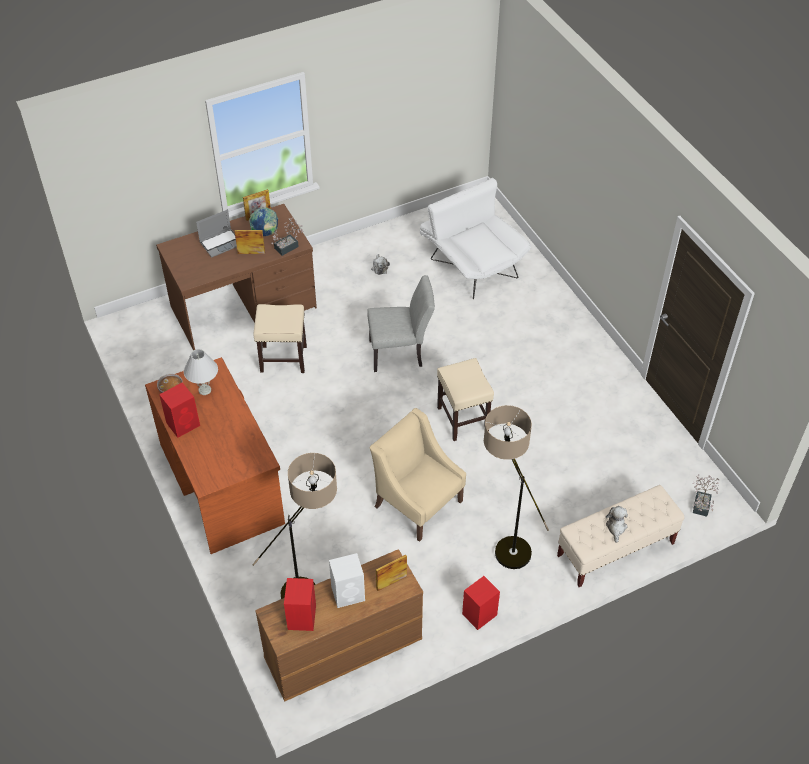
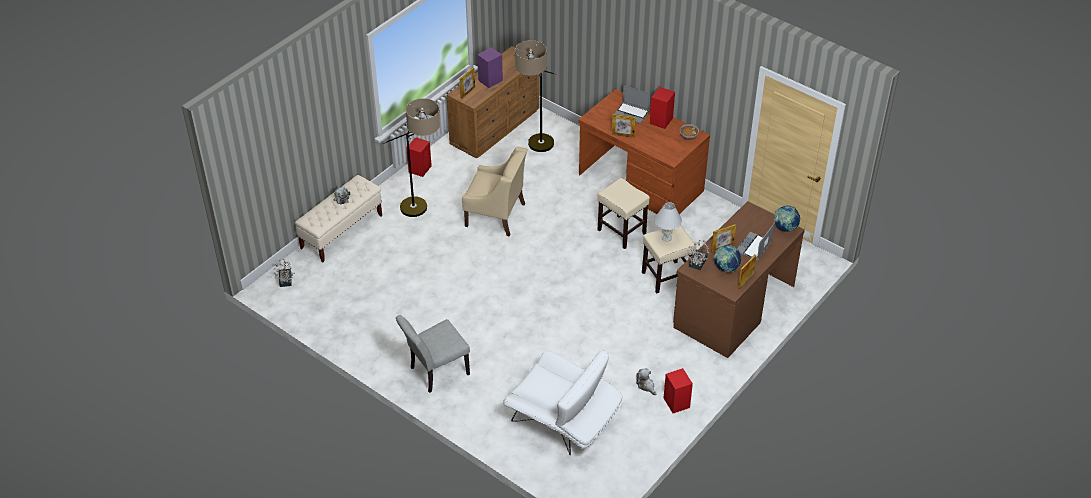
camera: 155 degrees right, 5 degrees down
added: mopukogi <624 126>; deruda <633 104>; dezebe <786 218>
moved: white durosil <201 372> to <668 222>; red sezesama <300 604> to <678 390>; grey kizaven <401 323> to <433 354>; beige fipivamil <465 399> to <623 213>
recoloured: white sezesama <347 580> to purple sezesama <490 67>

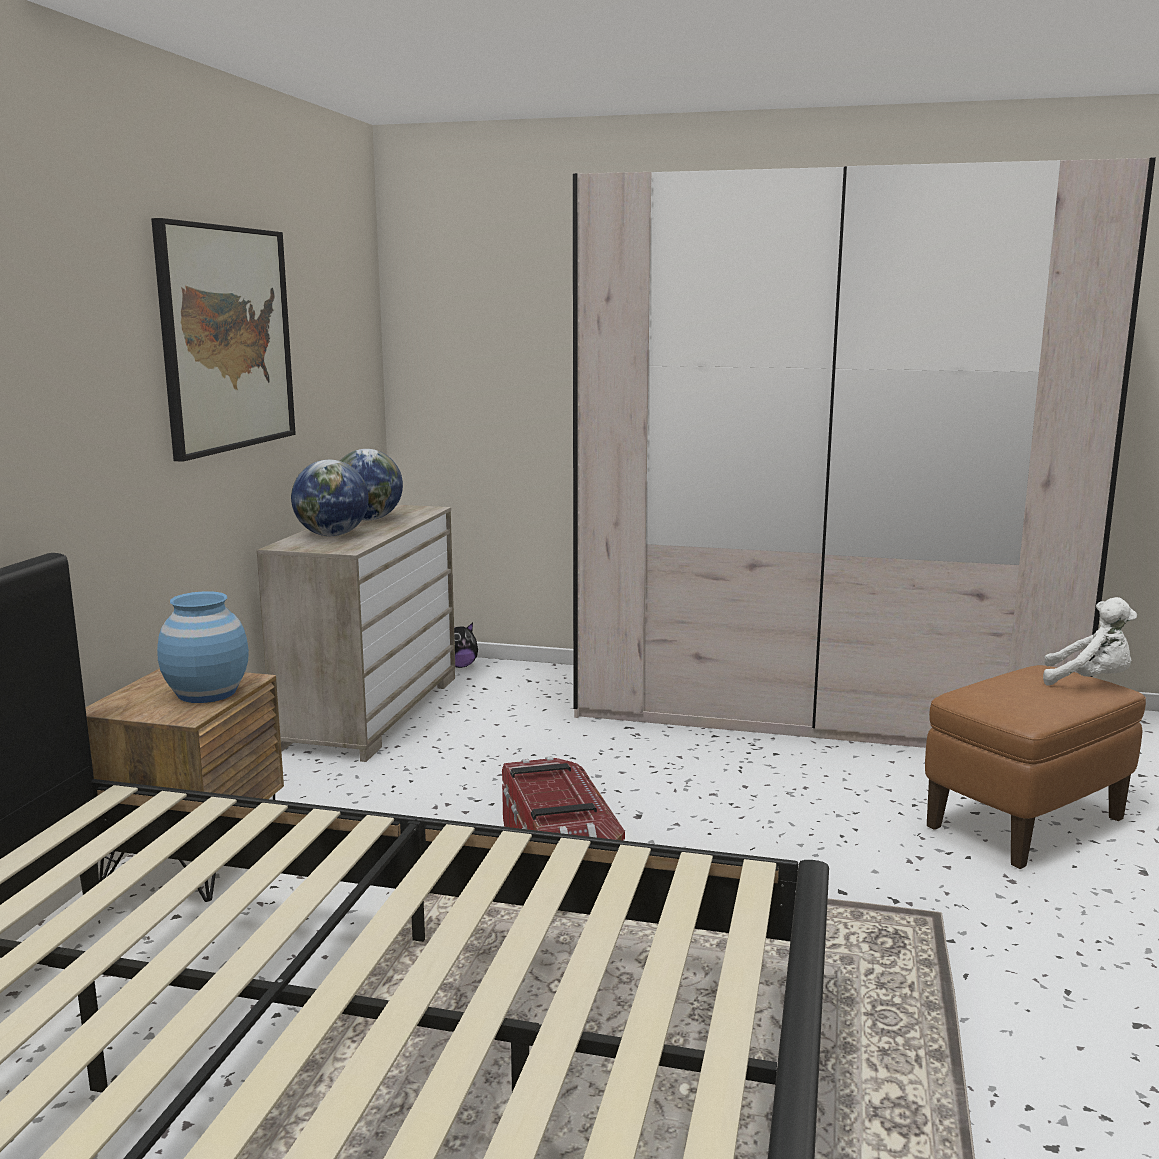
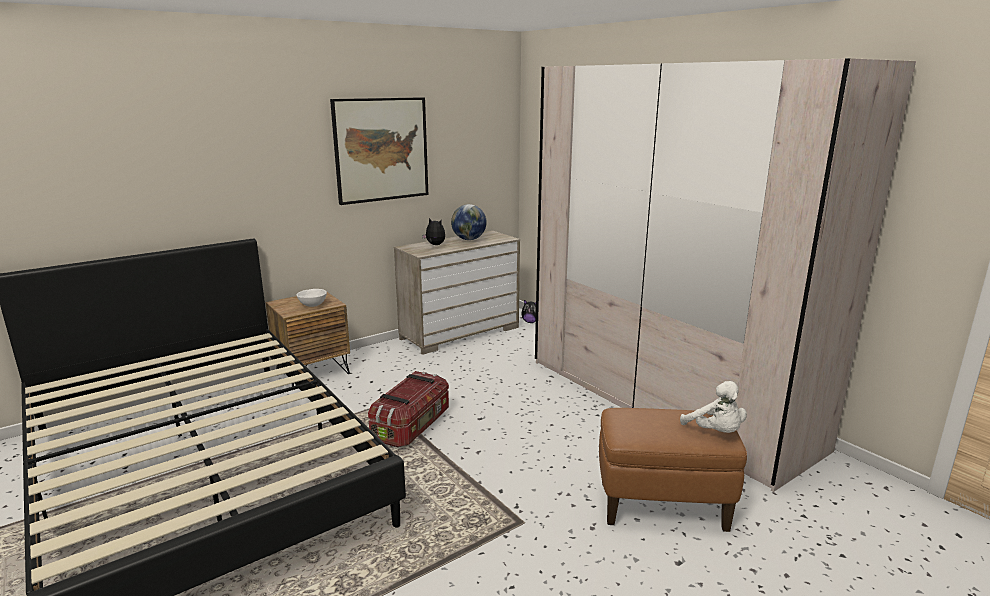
camera: 40 degrees right, 5 degrees up
replaced: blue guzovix <203 647> to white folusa <312 298>; dezebe <330 498> to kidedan <433 231>

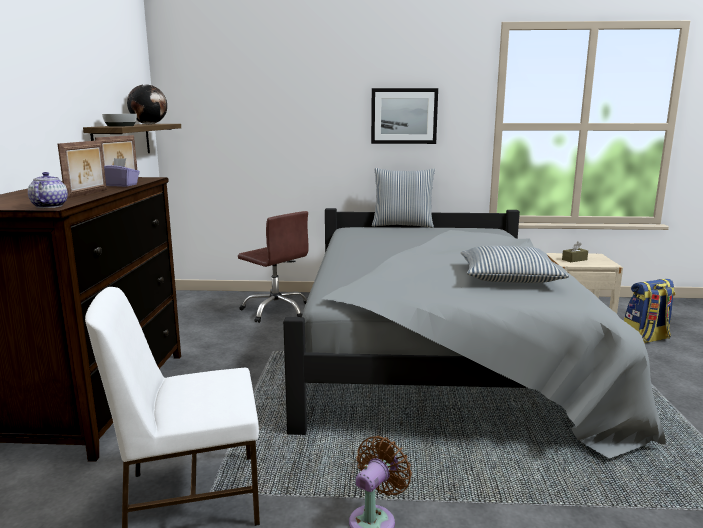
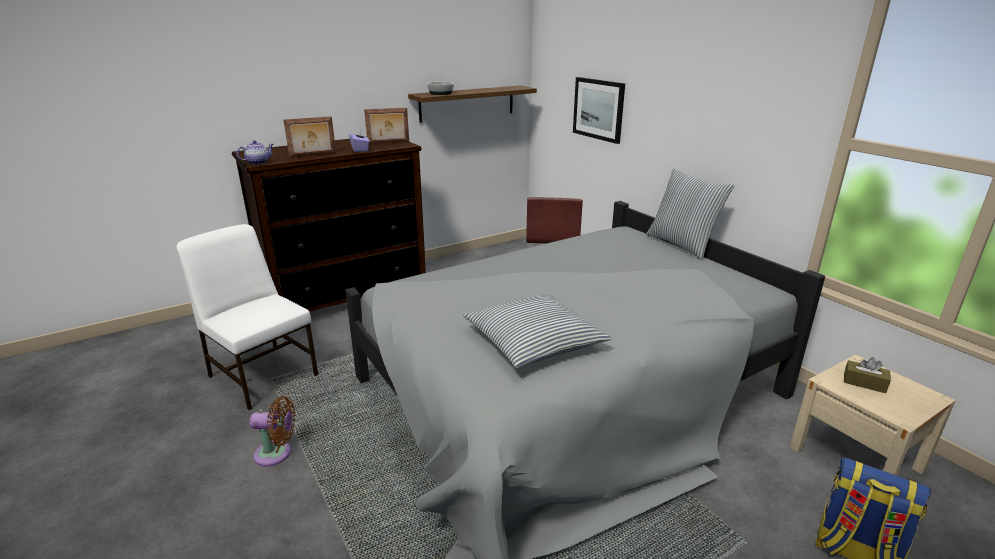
camera: 55 degrees right, 10 degrees up
removed: dezebe <147 104>
moved: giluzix <404 116> to <599 110>

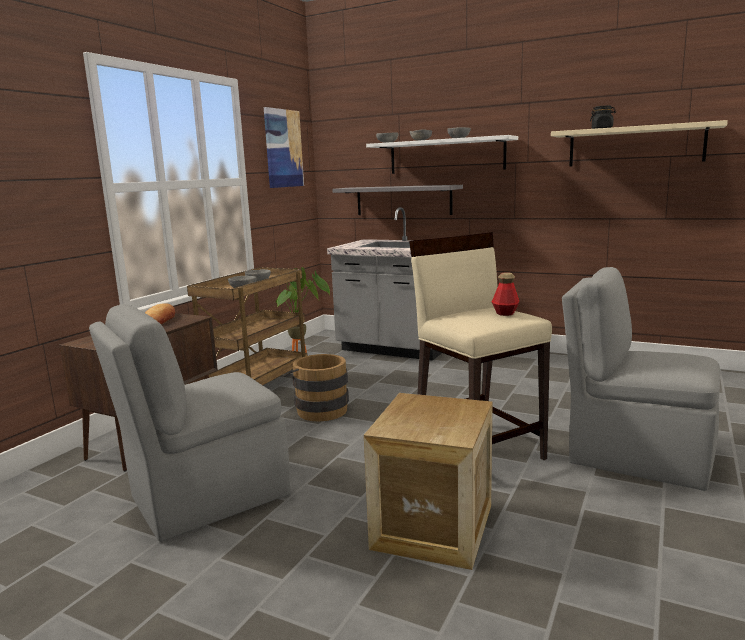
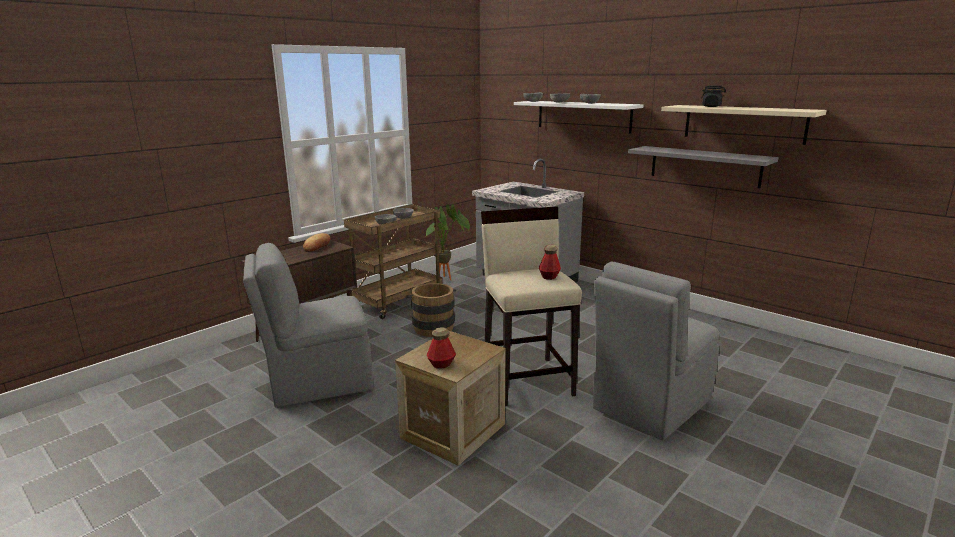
camera: 15 degrees right, 5 degrees up
removed: giluzix <284 147>
added: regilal <441 348>
moved: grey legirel <397 200> to <703 167>
turned: grey kizaven <641 379> = <656 351> 90 degrees counterclockwise

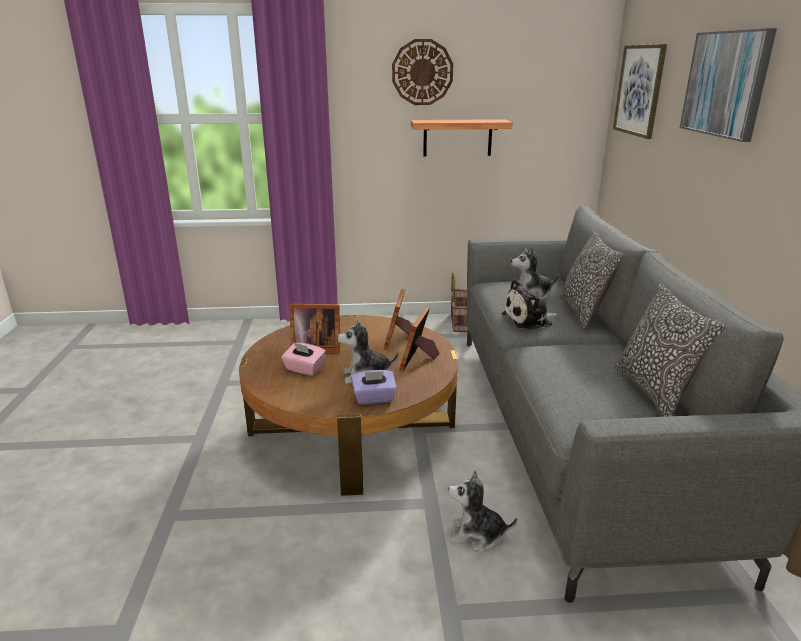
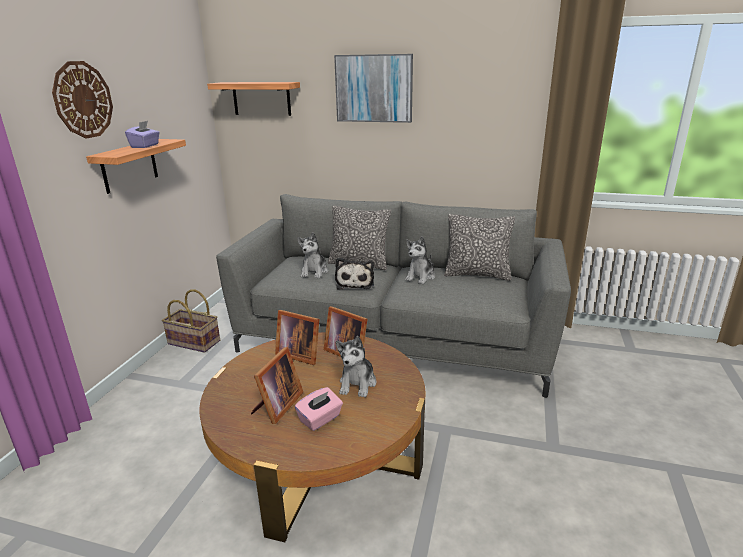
camera: 70 degrees left, 0 degrees up
moved: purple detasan <374 387> to <142 134>; kidedan <482 511> to <420 260>
replaced: giluzix <640 91> to legirel <253 99>

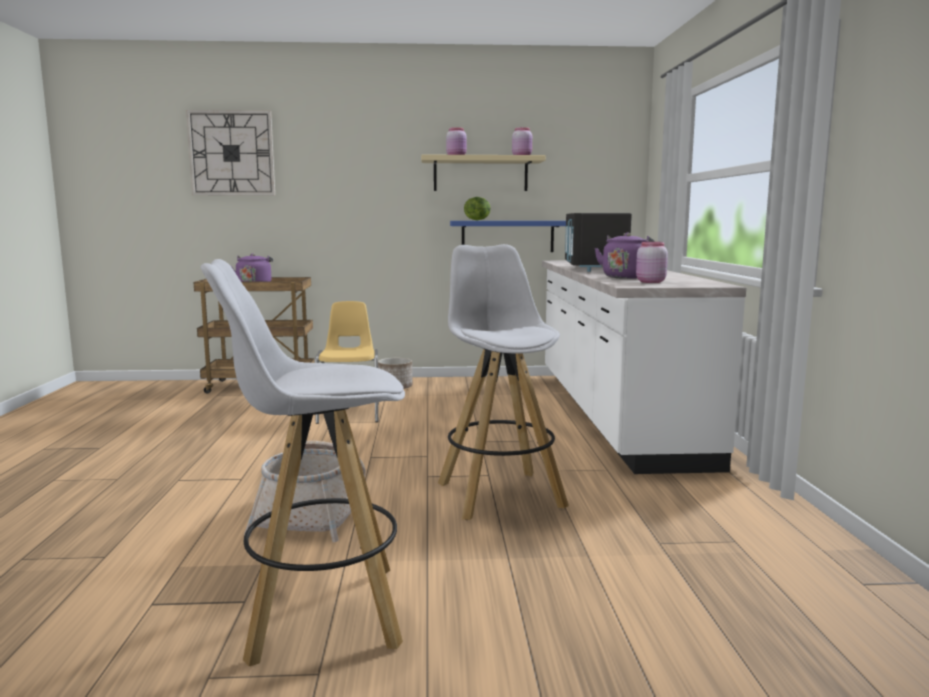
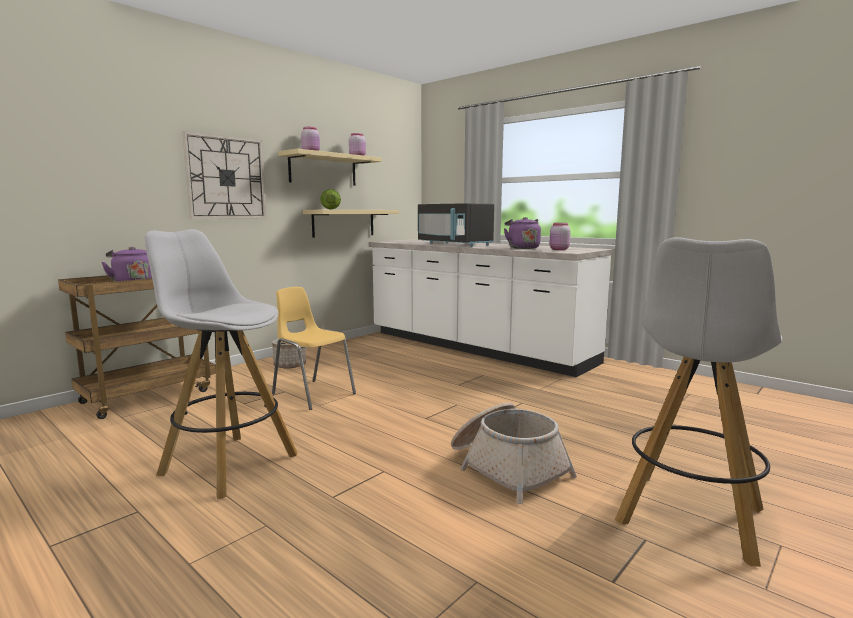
camera: 45 degrees left, 0 degrees up
moved: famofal <230 152> to <224 175>; white fipivamil <503 382> to <221 364>
recoloured: blue legirel <508 236> to beige legirel <351 224>

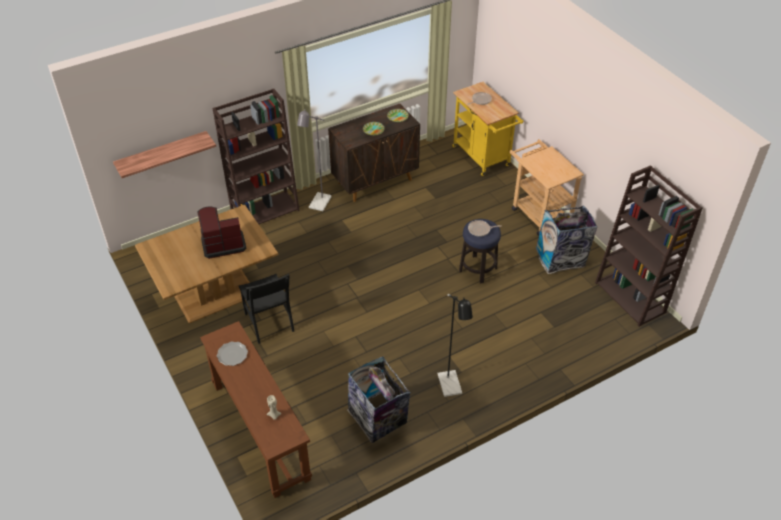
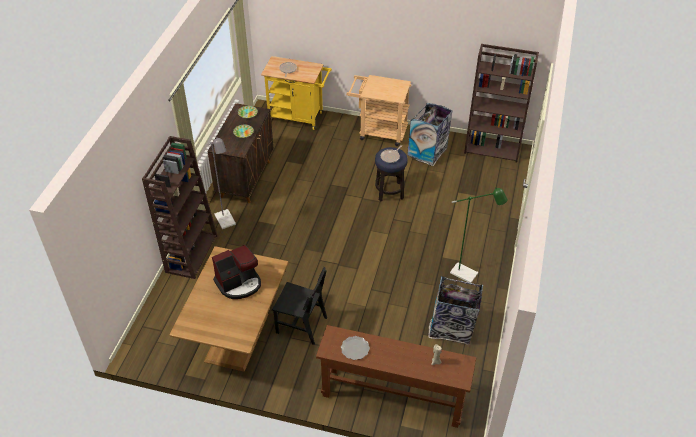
camera: 45 degrees left, 0 degrees up
removed: legirel <164 154>
recoloured: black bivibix <455 345> to green bivibix <479 235>
turned: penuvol <221 232> = <236 272> 150 degrees counterclockwise

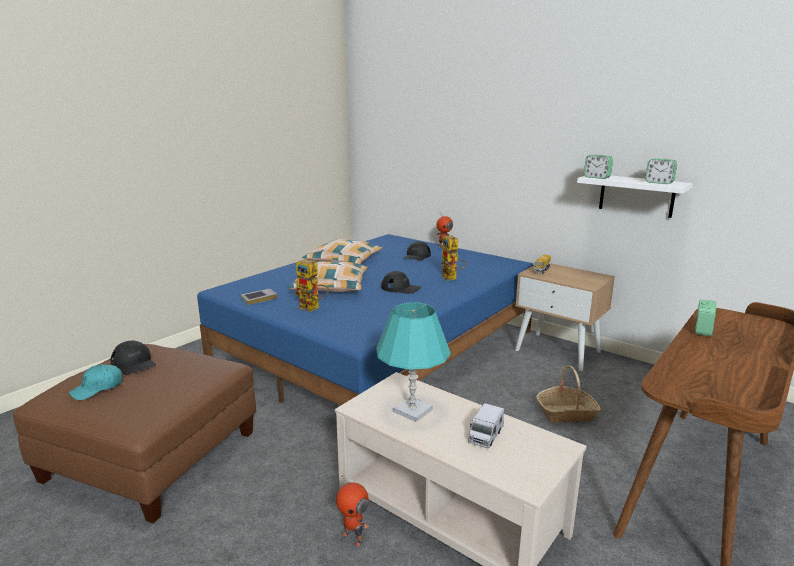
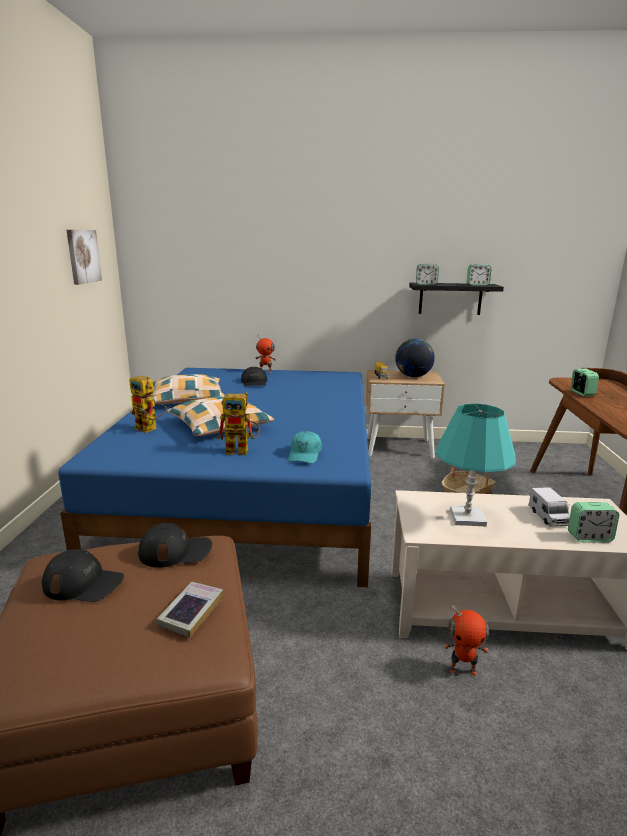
camera: 35 degrees left, 0 degrees up
added: giluzix <84 257>; dezebe <415 358>; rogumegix <593 522>
moved: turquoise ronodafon <95 382> to <305 447>; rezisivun <259 297> to <189 610>; black ronodafon <401 282> to <175 545>; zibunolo <453 258> to <148 404>
recoloured: white legirel <635 197> to black legirel <456 299>

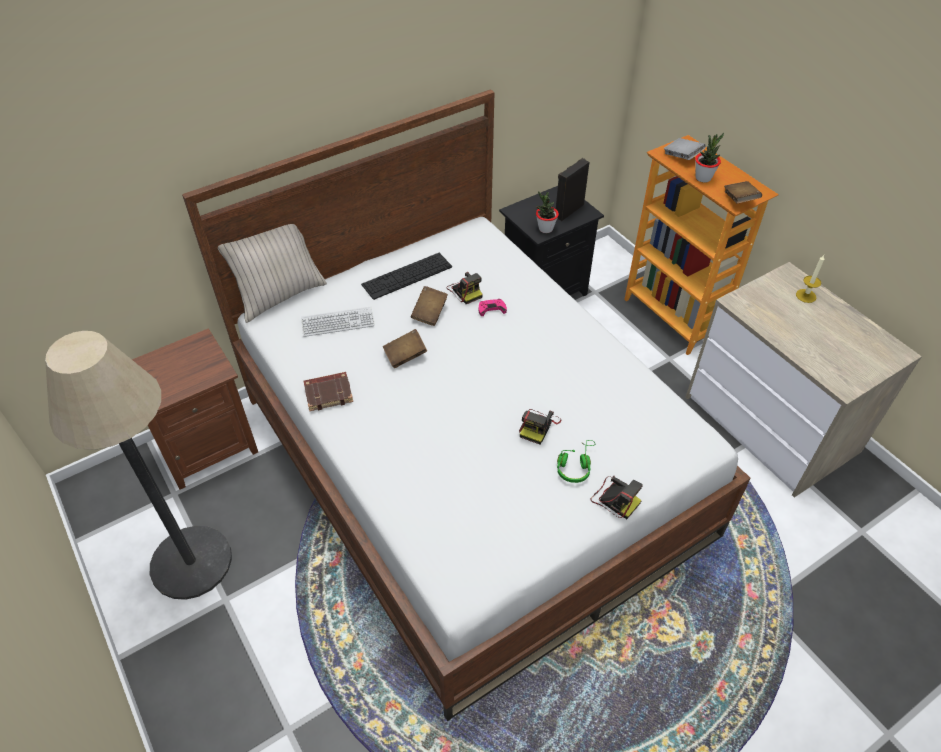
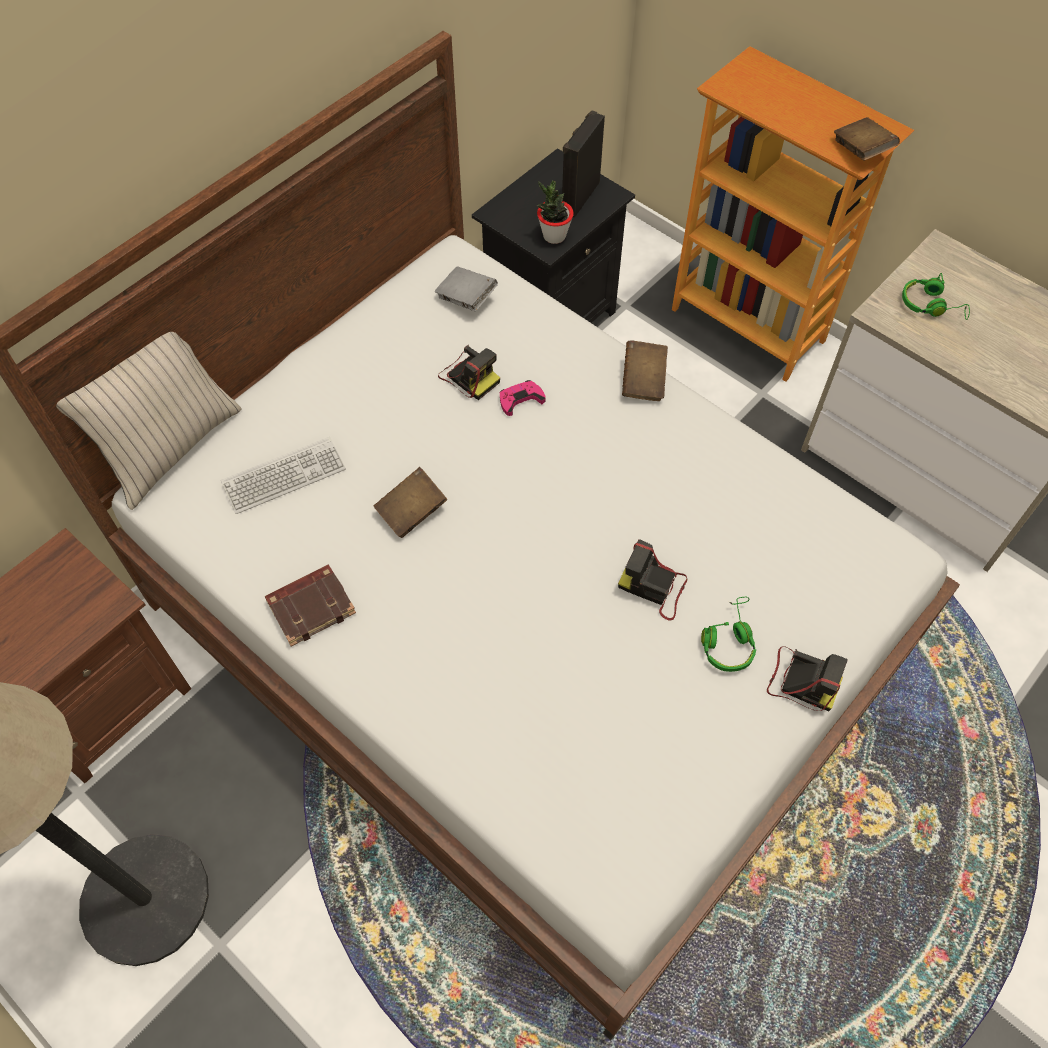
camera: 15 degrees left, 10 degrees up
removed: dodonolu <406 276>; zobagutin <709 158>; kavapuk <810 279>
added: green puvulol <936 296>
moved: brown rezisivun <429 306> to <645 370>; grey rezisivun <685 149> to <466 288>
turned: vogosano <540 427> = <652 580> 105 degrees clockwise

